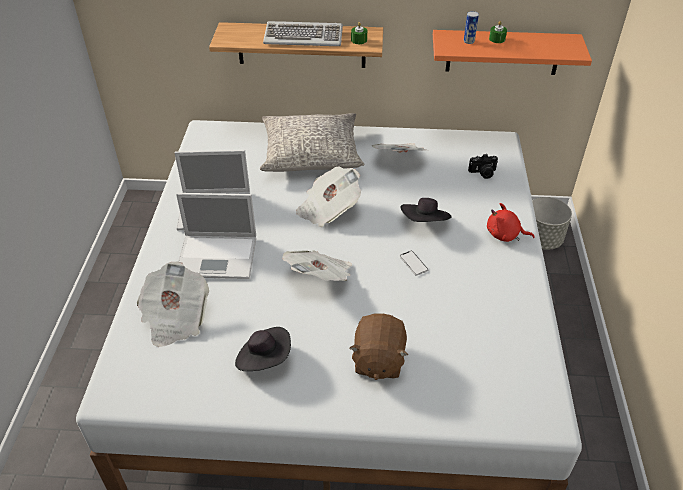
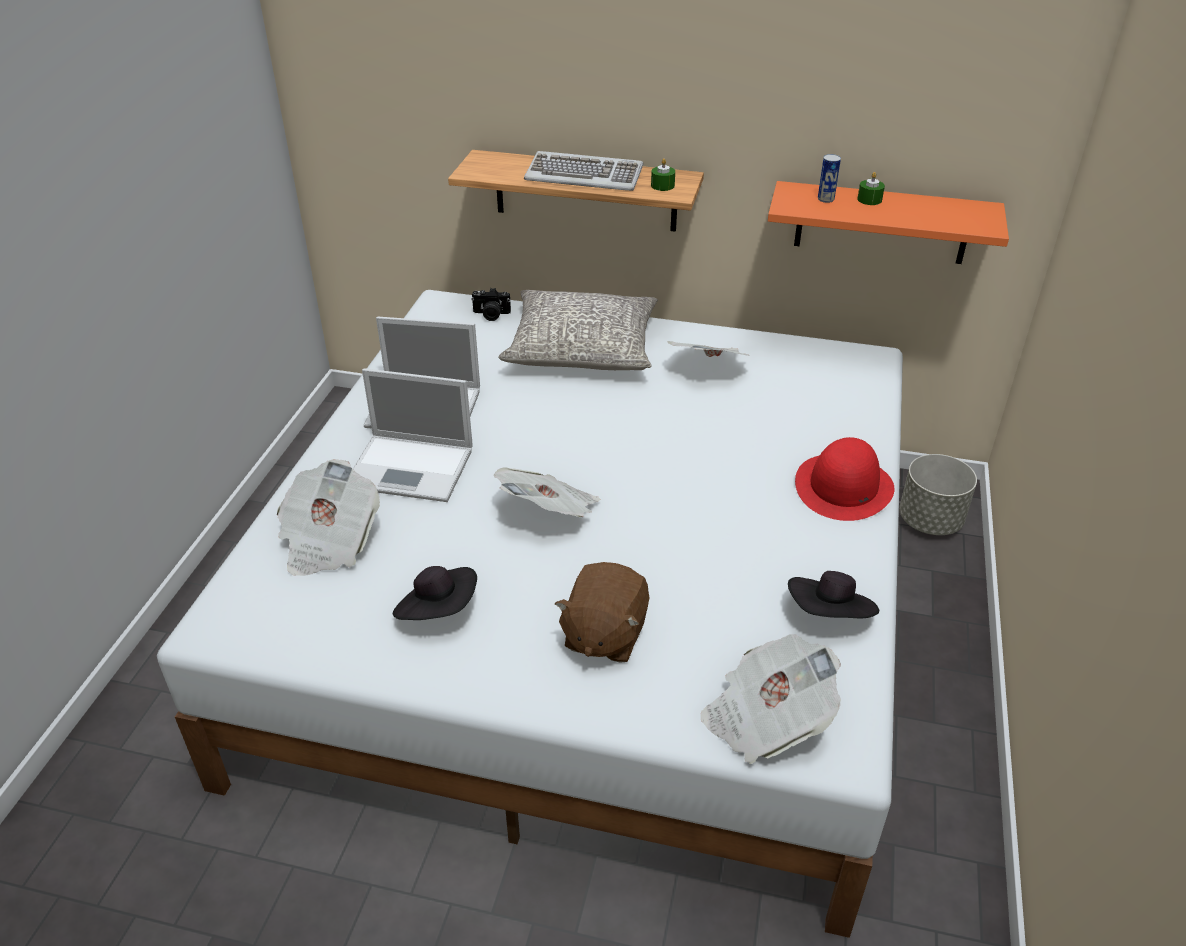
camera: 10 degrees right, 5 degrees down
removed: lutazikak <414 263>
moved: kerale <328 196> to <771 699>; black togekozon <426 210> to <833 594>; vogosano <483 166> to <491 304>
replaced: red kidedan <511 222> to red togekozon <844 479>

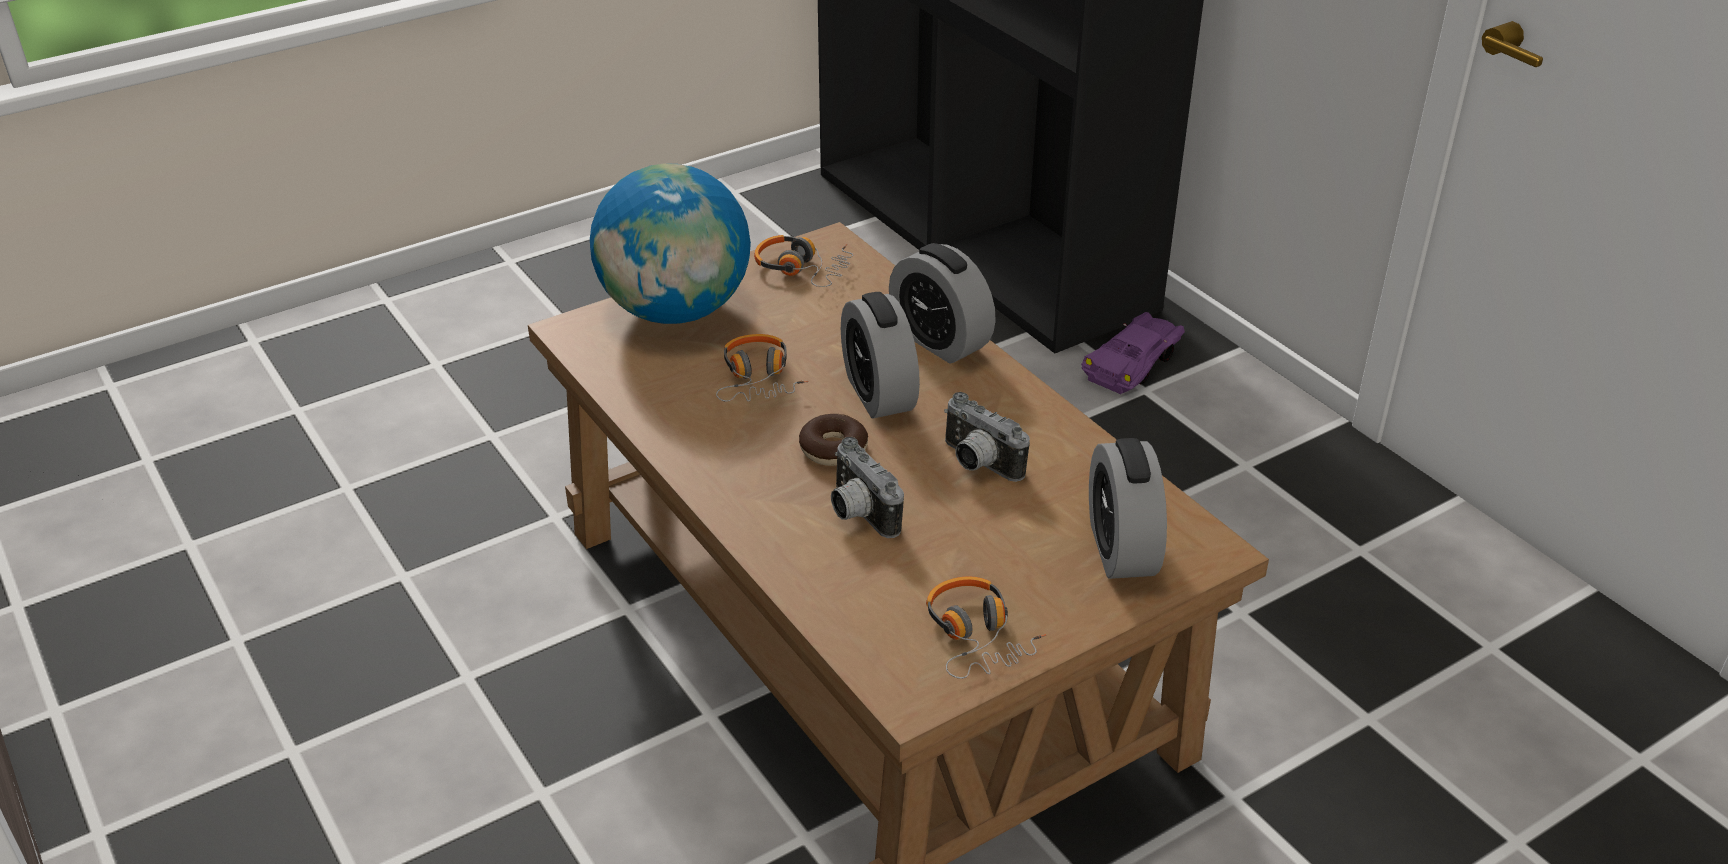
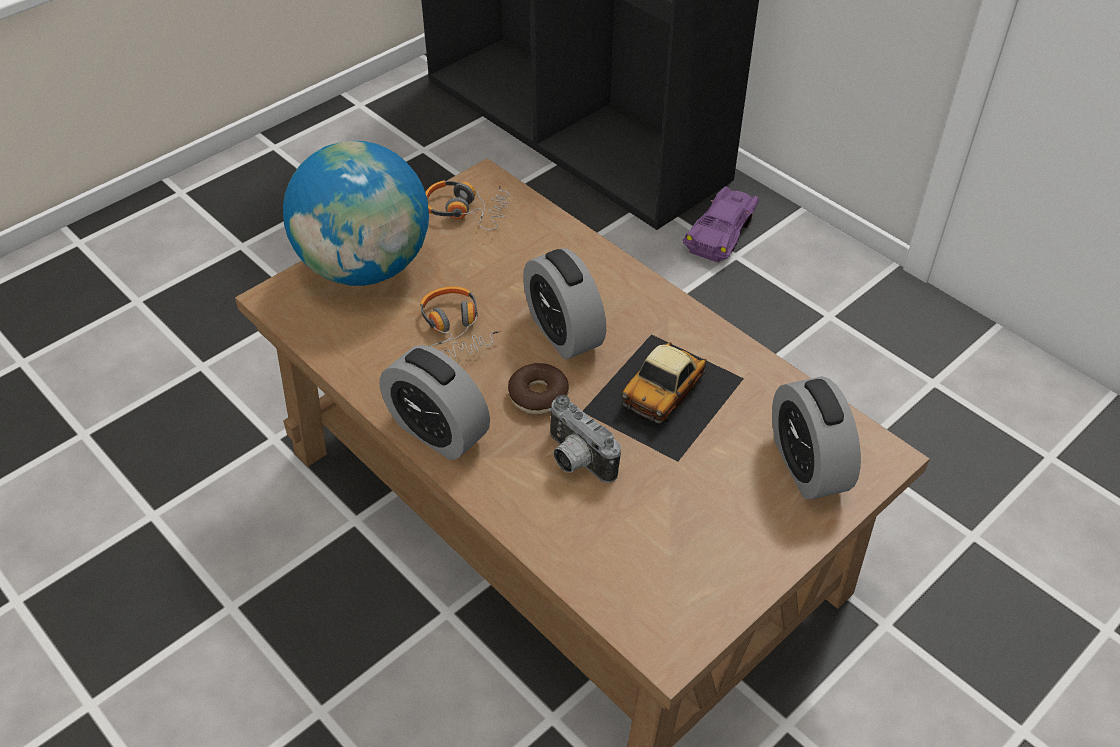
camera: 10 degrees left, 10 degrees up
removed: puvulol <986 628>
moved: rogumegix <942 303> to <434 402>
replaced: vogosano <987 437> to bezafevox <663 398>

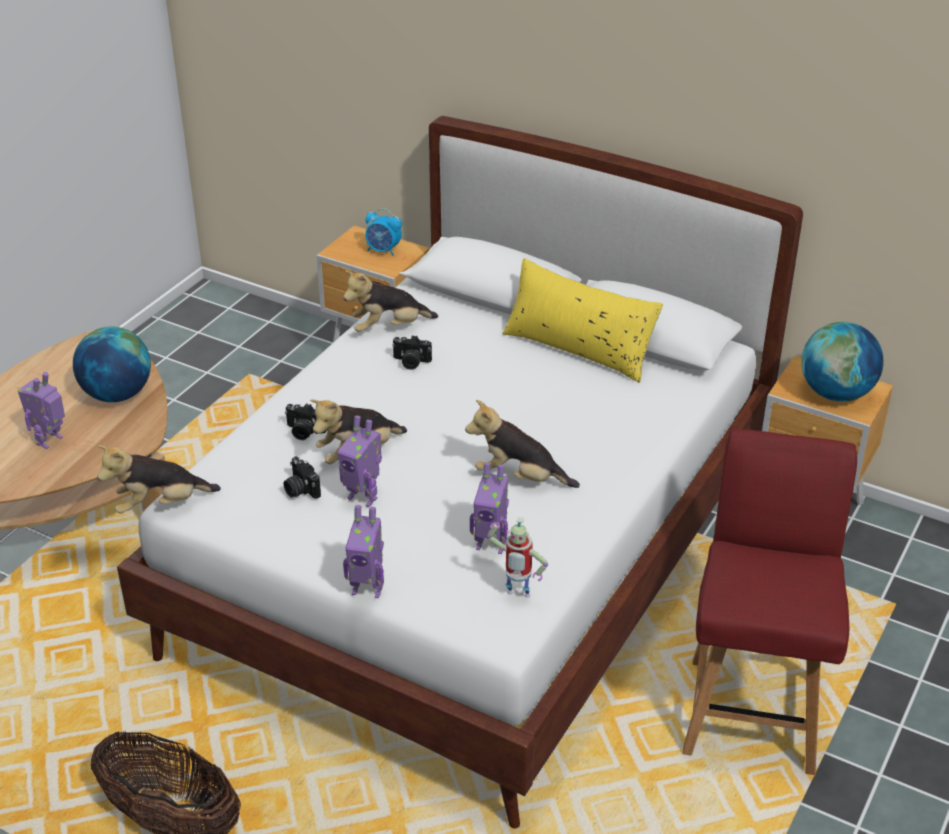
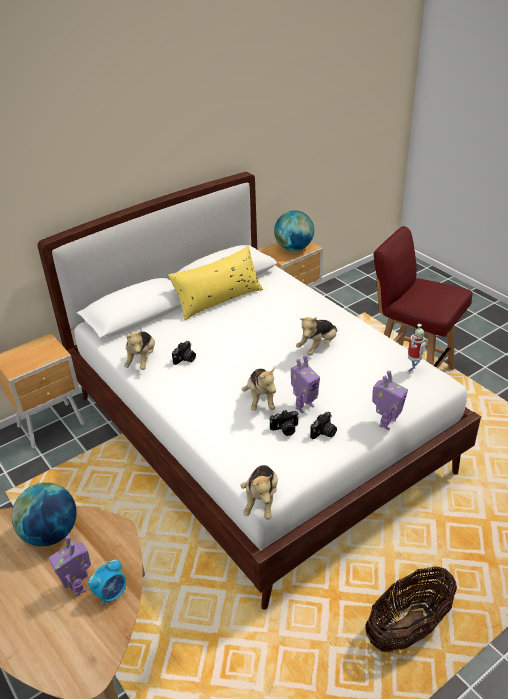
camera: 65 degrees left, 0 degrees up
removed: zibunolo <489 508>
moved: vogosano <306 421> to <323 425>; rogumegix <383 232> to <107 583>

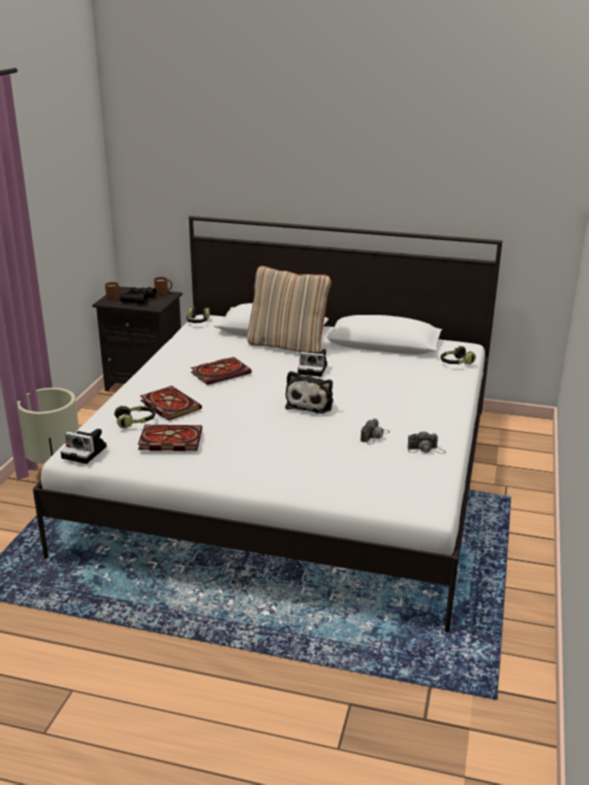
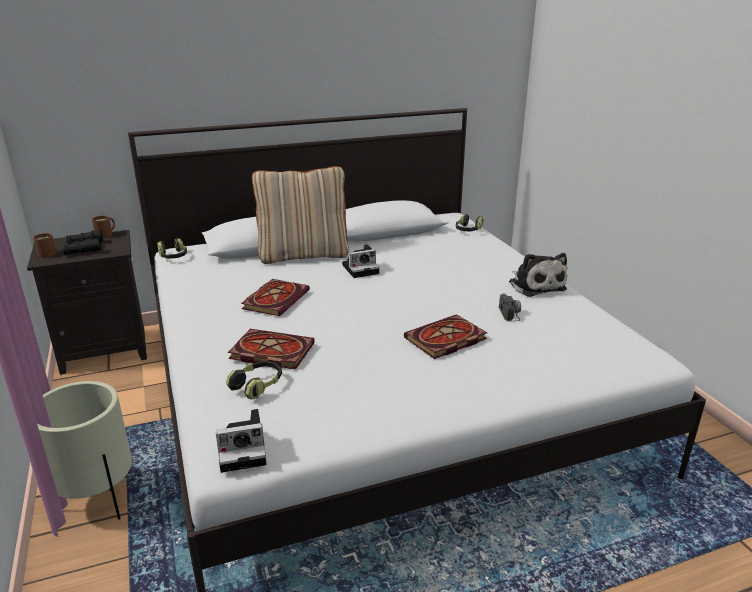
camera: 35 degrees left, 0 degrees up
removed: vogosano <426 442>
moved: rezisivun <170 438> to <445 336>; kidedan <309 392> to <538 275>

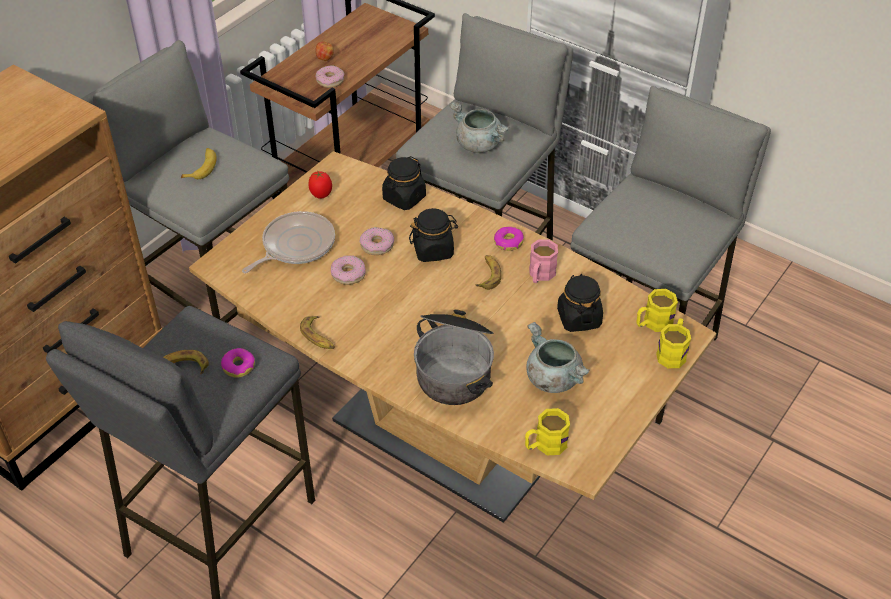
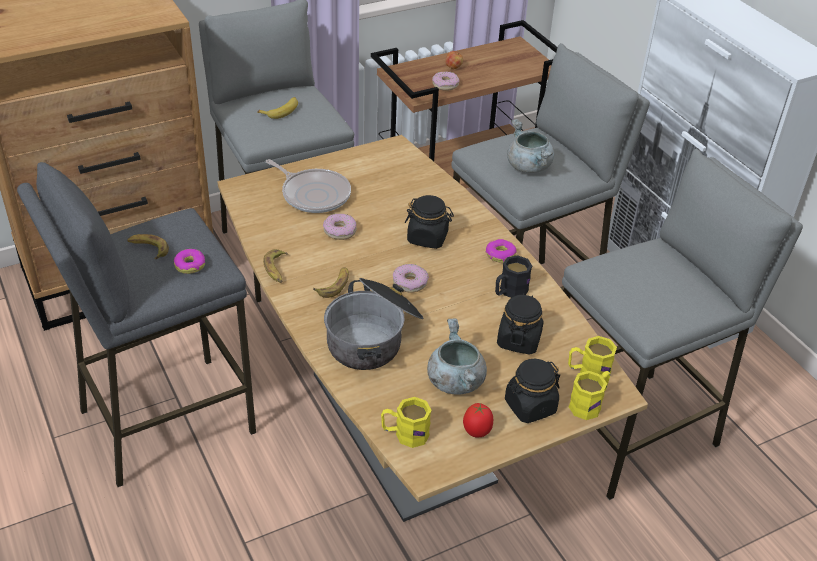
camera: 25 degrees right, 5 degrees down
moved: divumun <320 185> to <478 420>; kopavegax <377 241> to <411 278>; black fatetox <404 183> to <532 391>; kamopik <488 272> to <331 282>
recoloured: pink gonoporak <543 261> to black gonoporak <513 276>
turned: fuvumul <288 242> = <308 186> 60 degrees clockwise

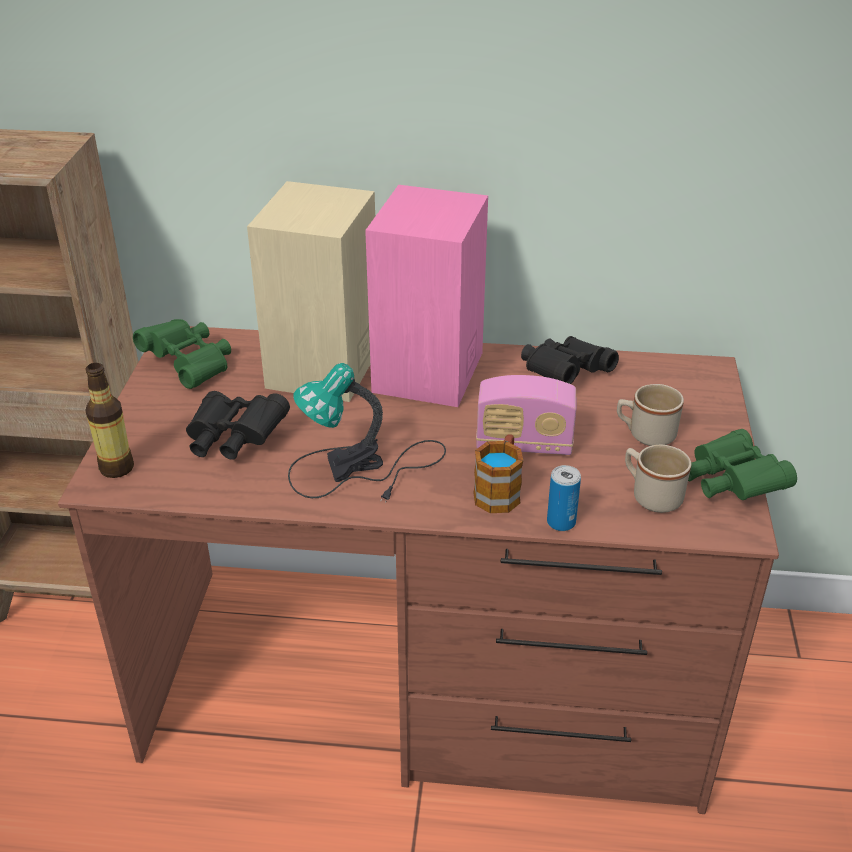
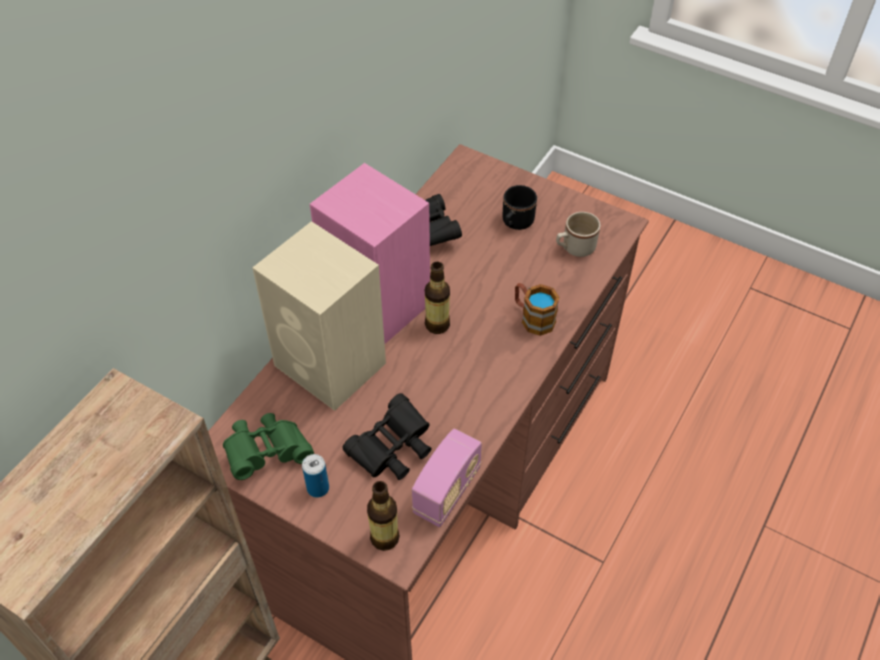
camera: 65 degrees left, 15 degrees up
removed: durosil <367 433>; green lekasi <742 464>
added: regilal <437 298>
moved: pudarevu <526 415> to <447 478>; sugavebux <564 498> to <315 476>
recoloured: beige gonoporak <650 415> to black gonoporak <520 207>

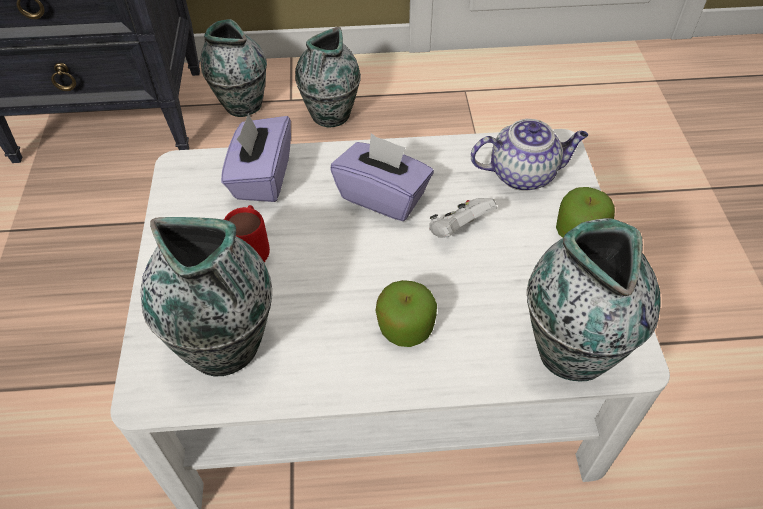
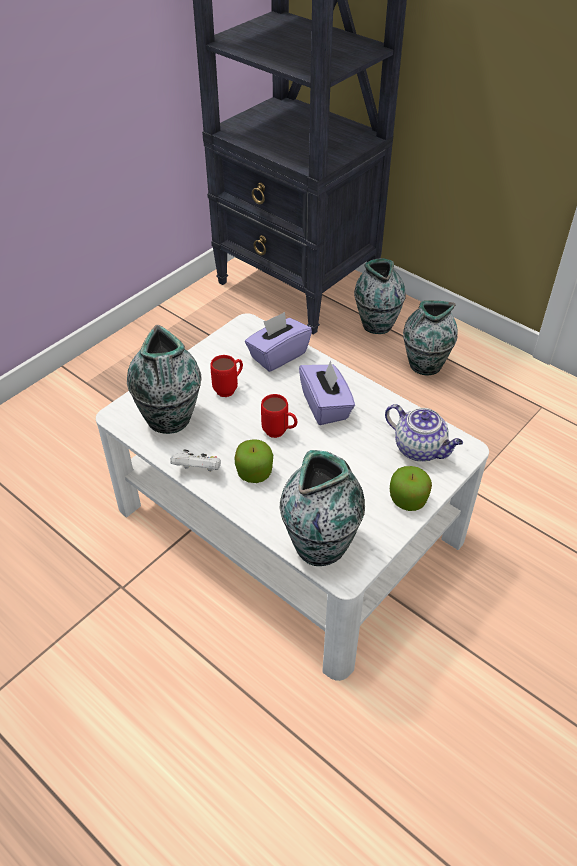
camera: 45 degrees right, 5 degrees down
added: red gonoporak <279 416>
moved: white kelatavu <463 218> to <195 460>

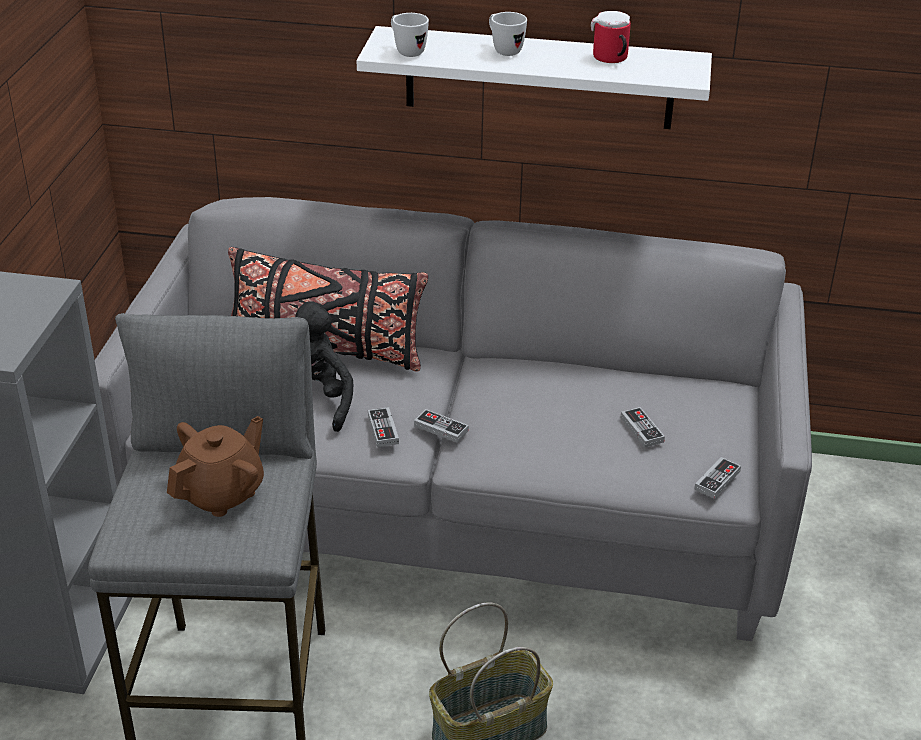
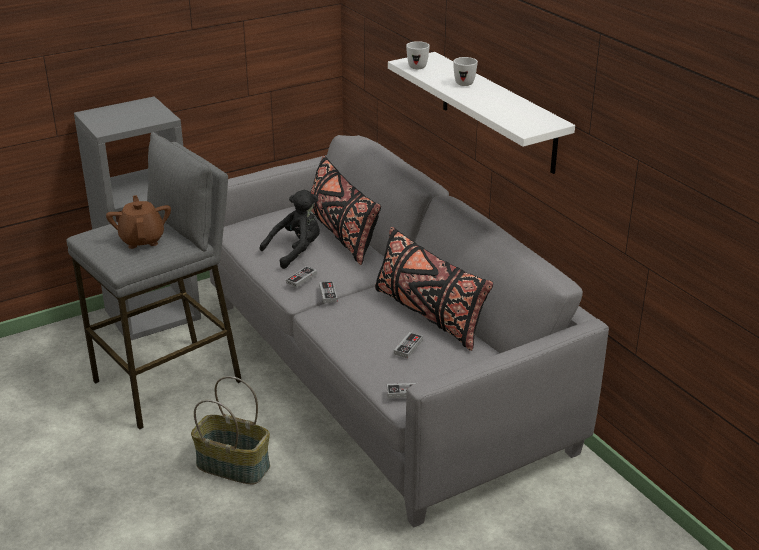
camera: 50 degrees right, 5 degrees down
removed: gonoporak <611 37>
added: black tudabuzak <434 289>
turned: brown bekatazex <215 466> = <138 222> 105 degrees counterclockwise

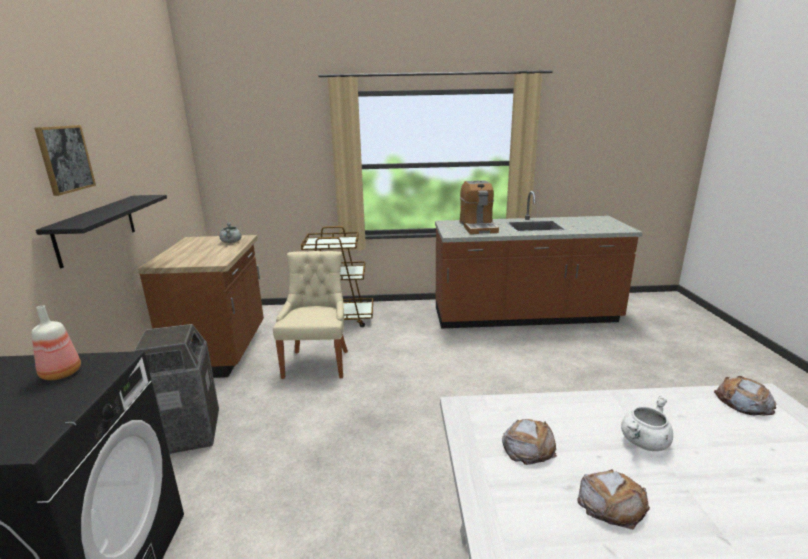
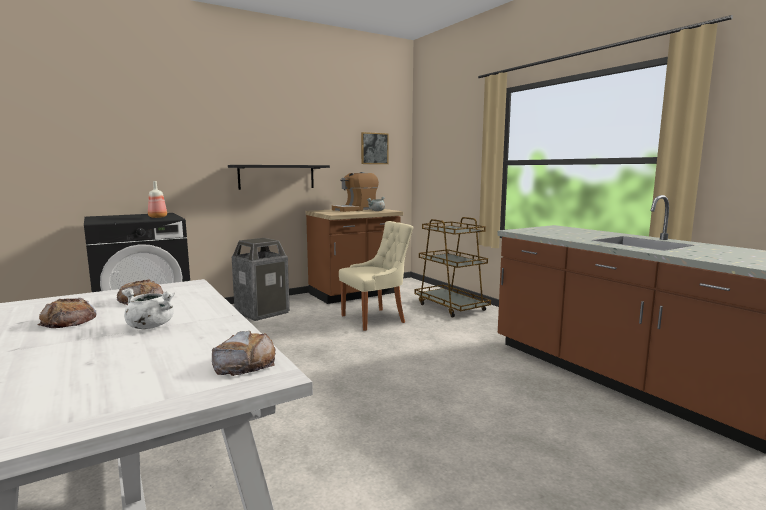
camera: 60 degrees right, 10 degrees down
moved: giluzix <65 160> to <375 148>; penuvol <479 207> to <355 192>

